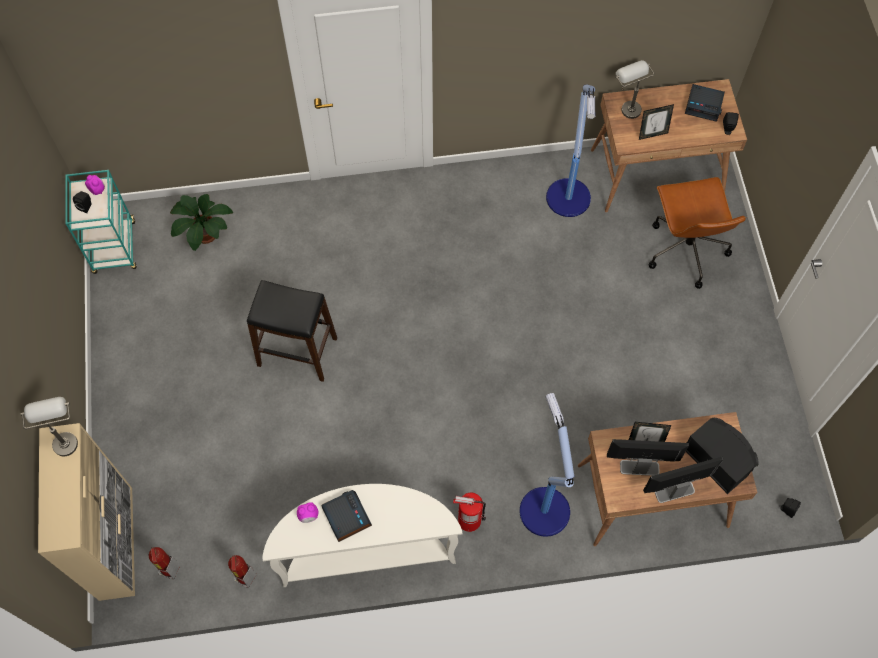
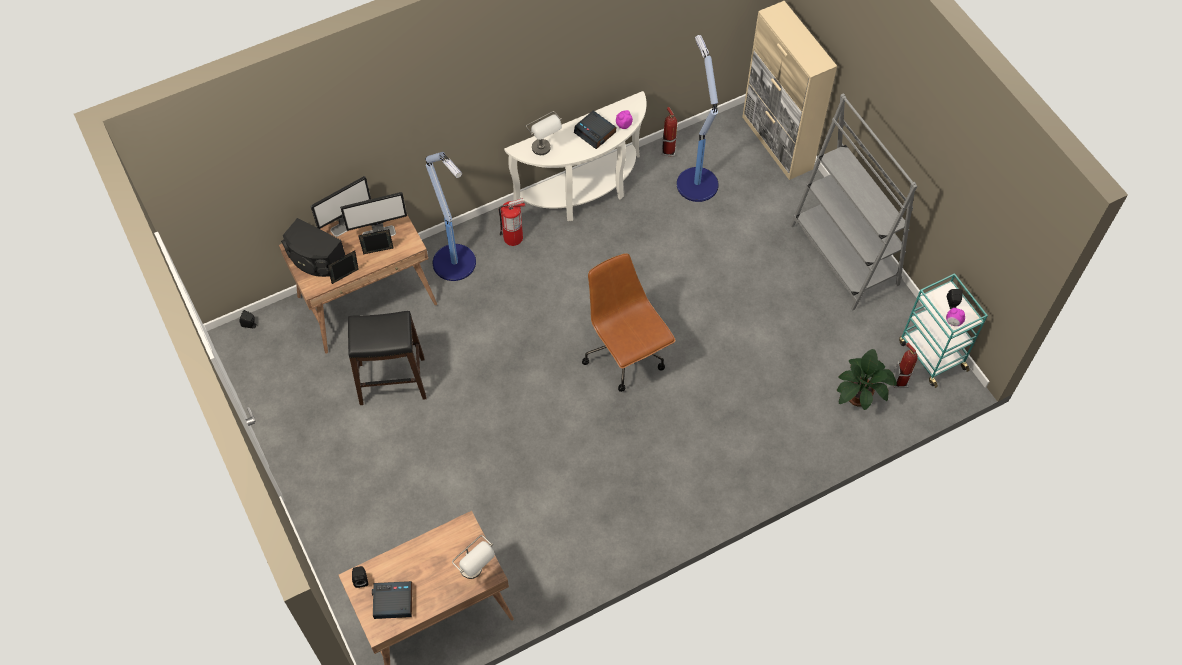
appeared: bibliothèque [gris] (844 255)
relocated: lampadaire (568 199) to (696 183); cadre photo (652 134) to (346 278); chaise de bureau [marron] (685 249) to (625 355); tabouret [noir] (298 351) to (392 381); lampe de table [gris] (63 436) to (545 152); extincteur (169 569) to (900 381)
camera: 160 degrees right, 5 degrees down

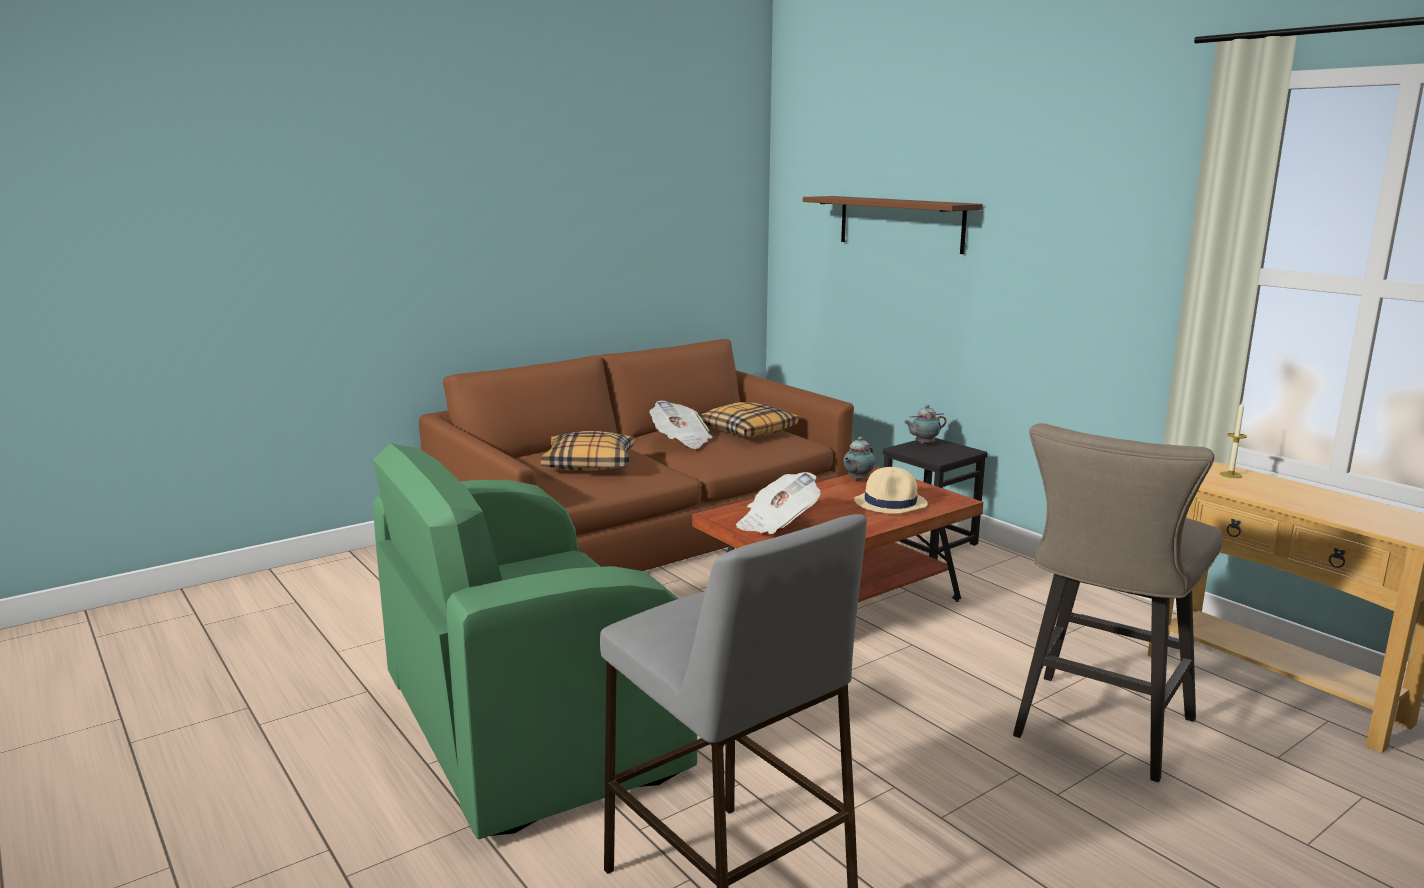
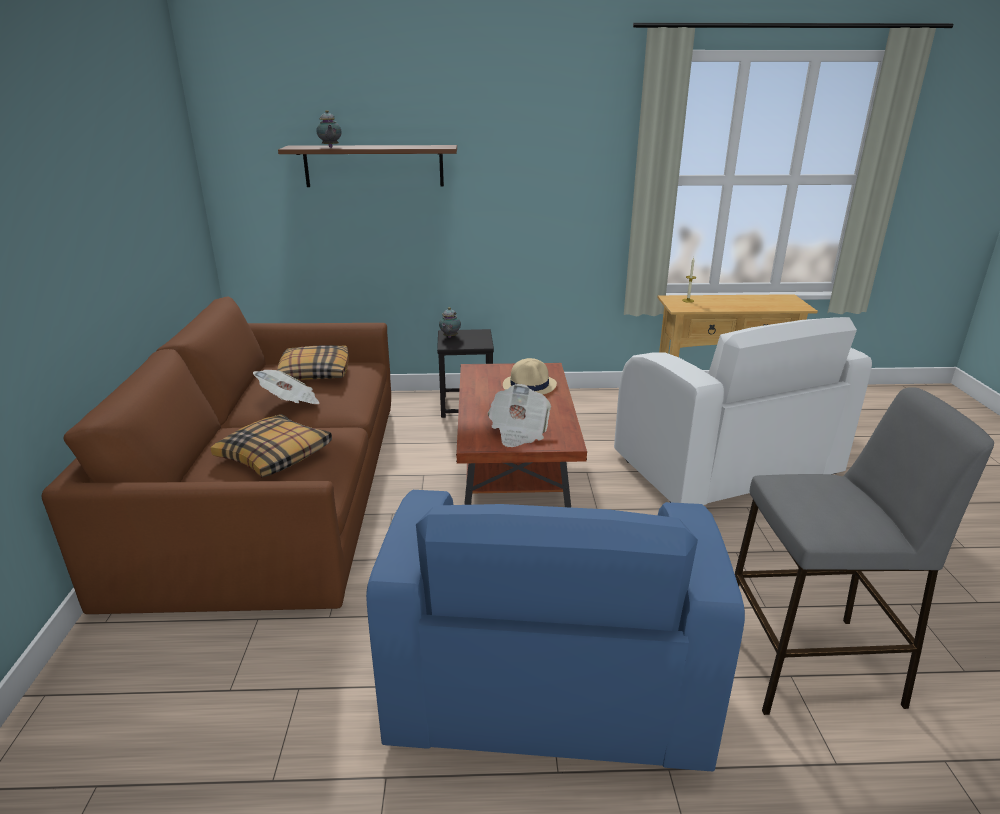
relocated: théière (857 480) to (330 147)
exchanged: tabouret [beige] (1097 732) to fauteuil [blanc] (724 467)
colour: fauteuil [vert] (526 726) to fauteuil [bleu] (545 685)
camera: 55 degrees left, 10 degrees up

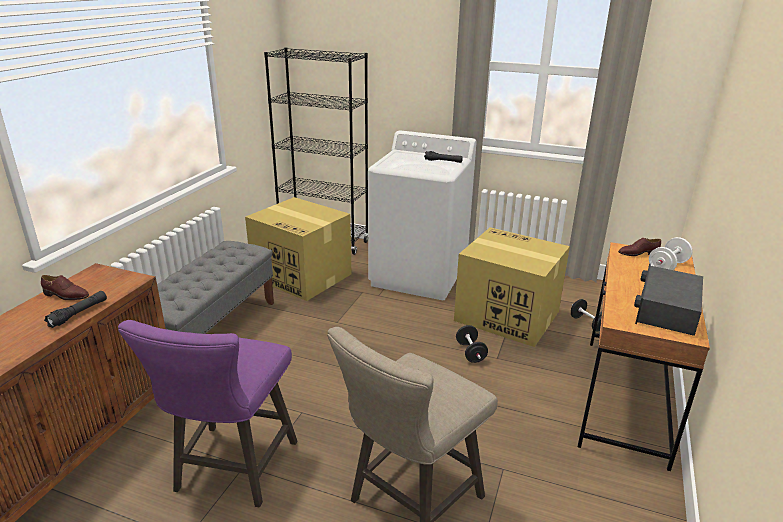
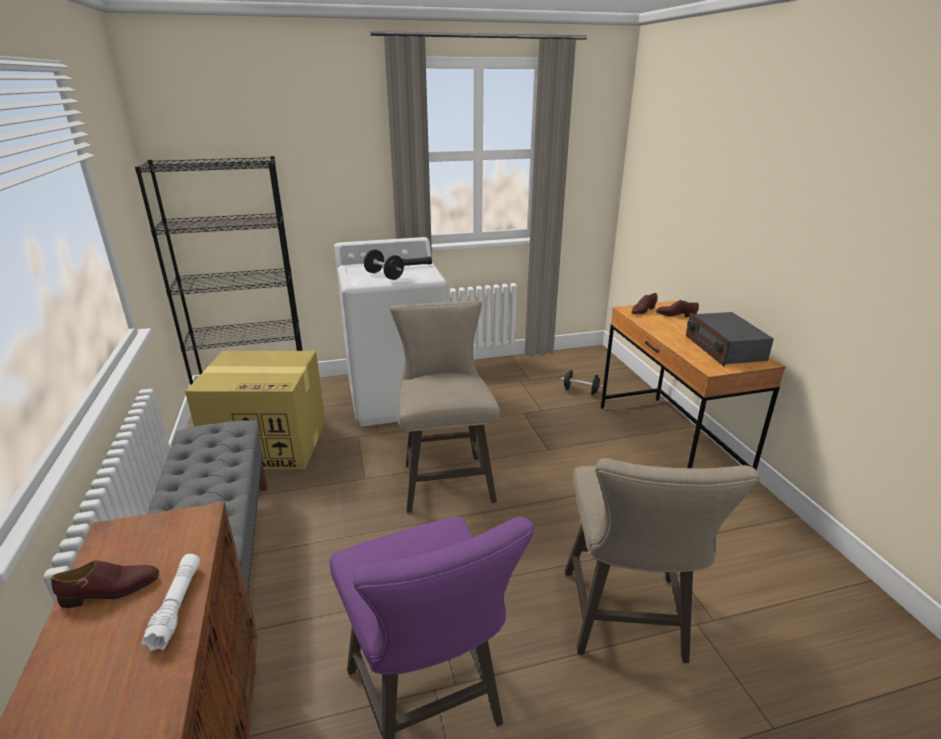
missing: carton (505 315)
appeared: tabouret [beige] (445 478)
relocated: haltère [noir] (470 353) to (384 276)
exchanged: haltère [blanc] (667 267) to chaussure [marron] (675 315)
colour: lampe de poche [noir] (78 314) to lampe de poche [blanc] (177 606)
camera: 35 degrees left, 0 degrees up

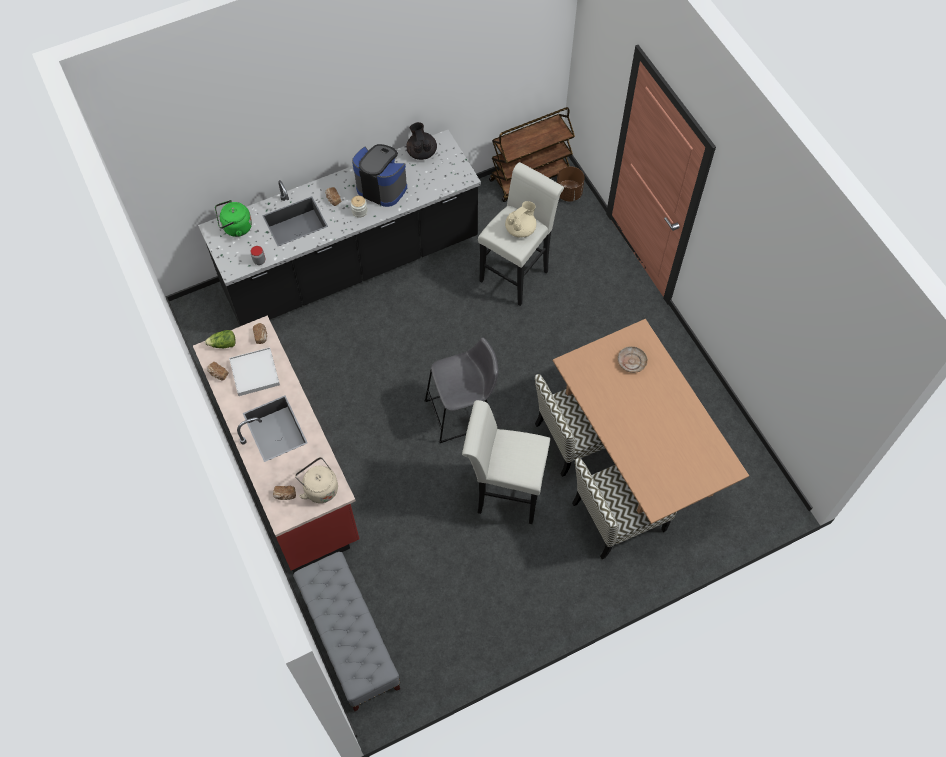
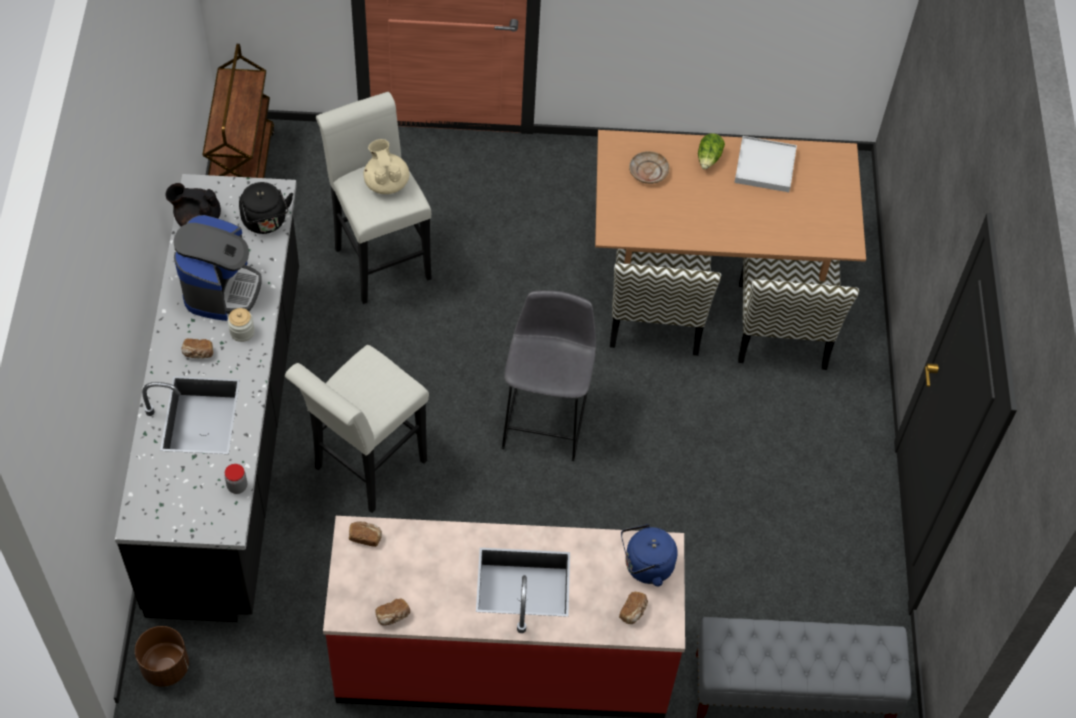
missing: bouilloire [vert] (235 228)
appeared: bouilloire [noir] (265 222)
relocated: cache-pot [marron] (569 193) to (165 666); laitue (223 344) to (709 158); plateau [blanc] (255 373) to (765 166); tabouret [blanc] (504 492) to (364 469)
colour: bouilloire [beige] (319 488) to bouilloire [bleu] (645 566)
spun: machine à café (382 187) = (221 289) 135 degrees clockwise
camera: 65 degrees left, 5 degrees down

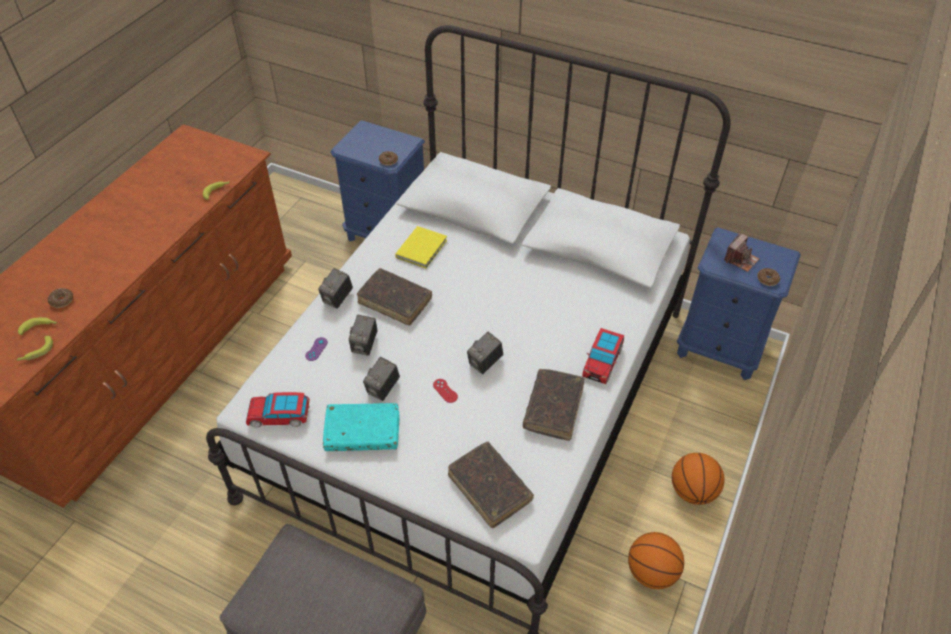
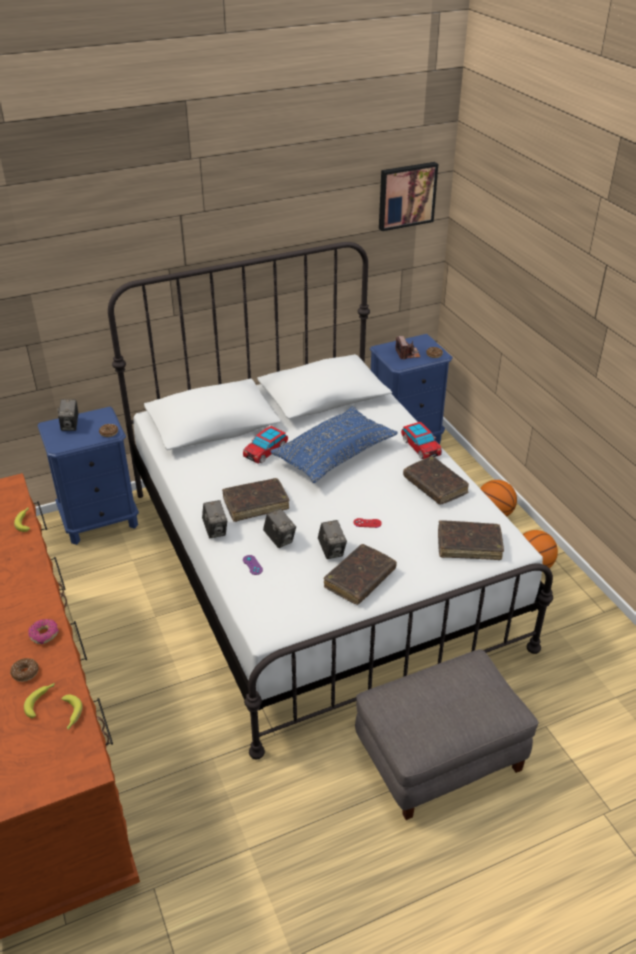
missing: livre [jaune] (423 248)
appeared: tableau (406 195); coussin [bleu] (334 455); beignet (44 634)
relocated: appareil photo (485 363) to (70 425); petite voiture (279 416) to (266 451)
colour: livre [turquoise] (362 432) to livre [marron] (359 579)
camera: 50 degrees left, 10 degrees down

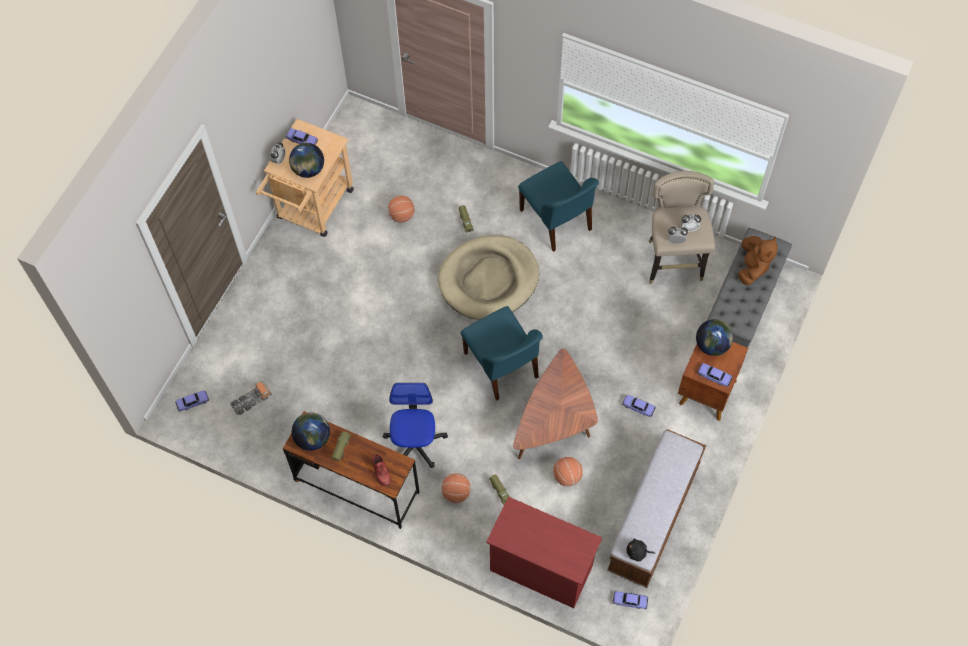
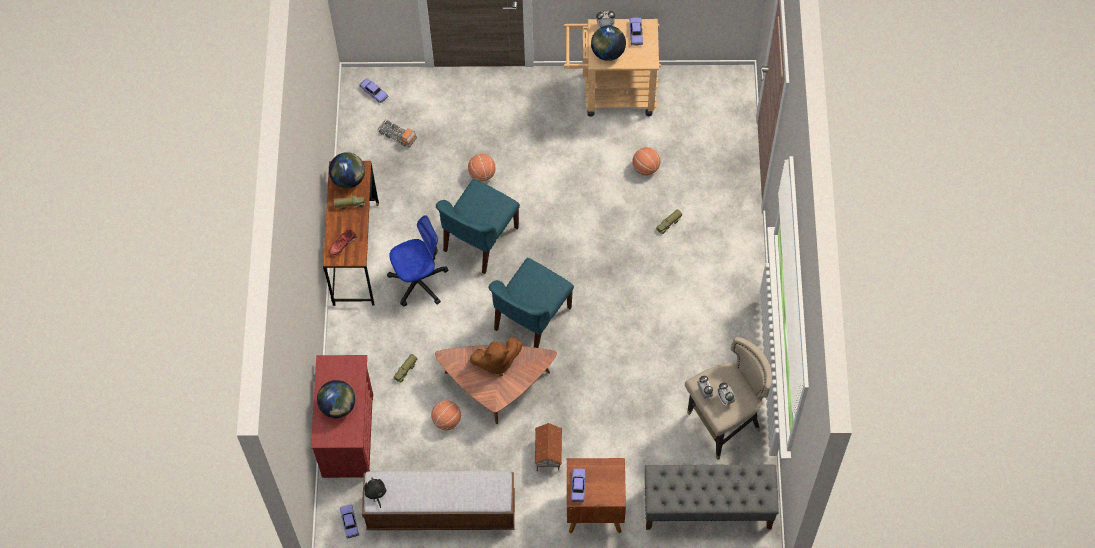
missing: panier pour chien [beige] (488 280)
relocated: chaise [bleu] (556 221) to (479 240); peluche [marron] (752 267) to (496 362); globe (712 345) to (338 406); ballon de basket (456 493) to (482 174)
exchanged: petite voiture (638 407) to maison miniature (547 454)
camera: 65 degrees right, 0 degrees up

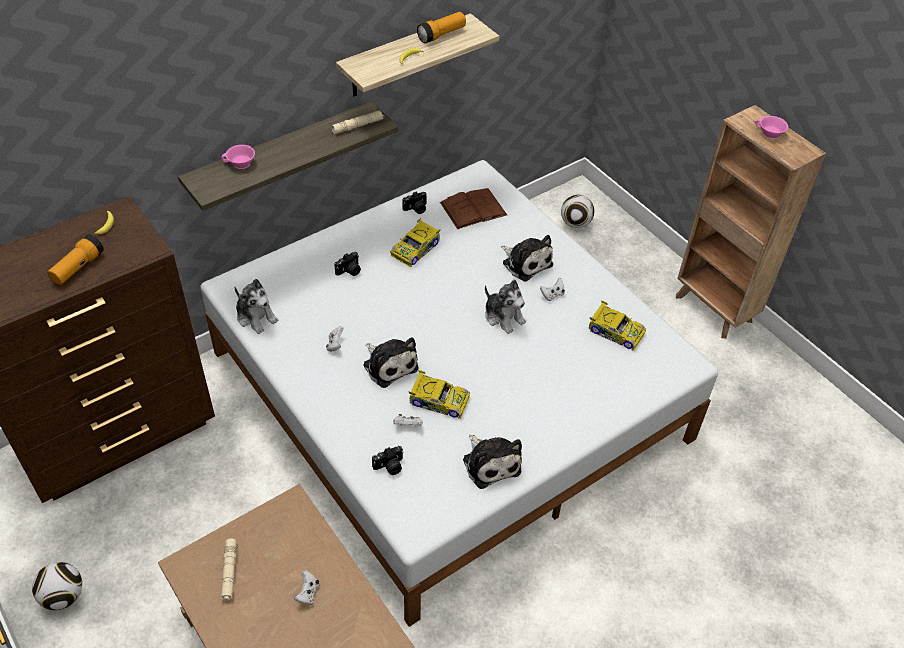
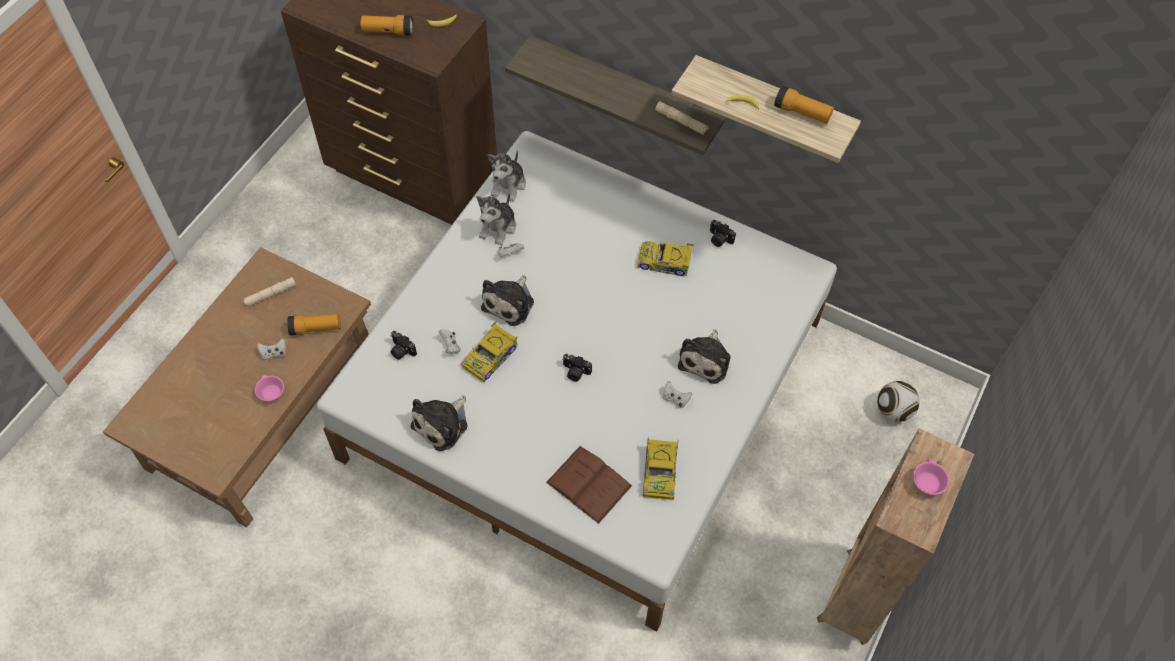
missing: ballon de foot (63 596)
appeared: lampe de poche (315 328)
relocated: tasse [rose] (240 164) to (270 393); livre [marron] (473 209) to (589 484); appareil photo (349 271) to (575 372); peluche (503 317) to (498 227)
spun: petite voiture (438 400) = (491 356) 45 degrees clockwise
camera: 65 degrees right, 10 degrees up

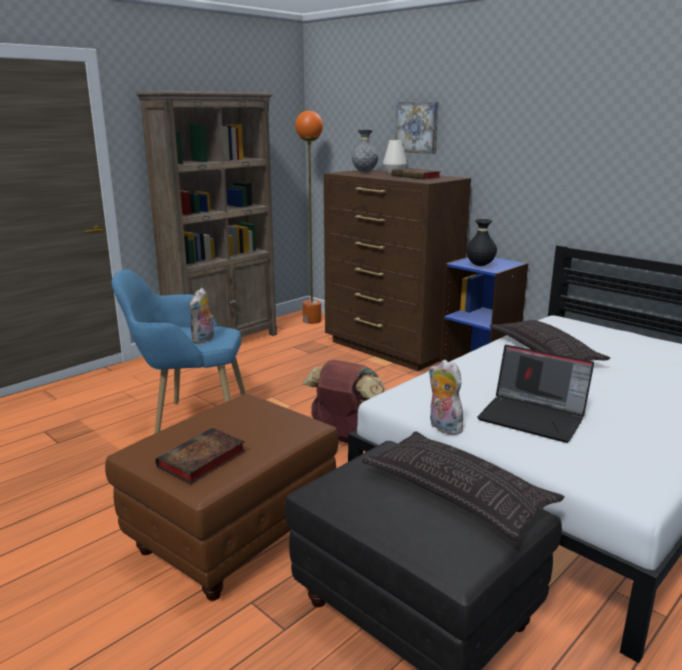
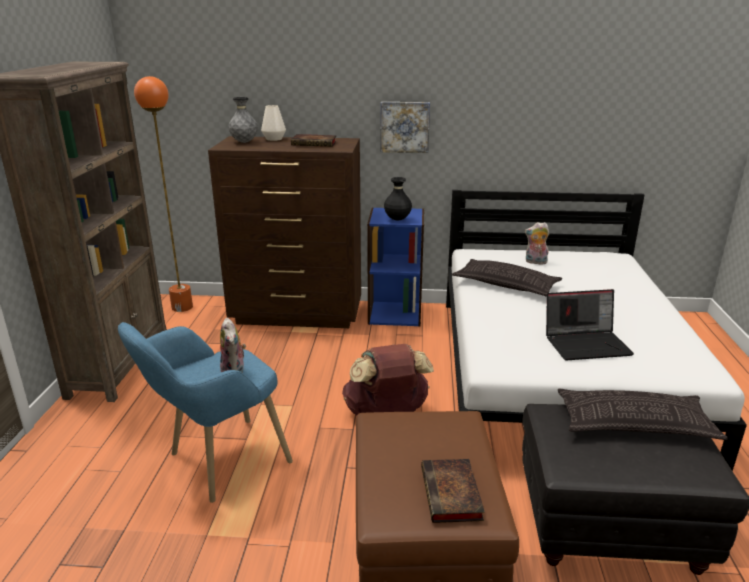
relocated: tableau (418 127) to (404 127); peluche (442 427) to (535 262)
camera: 40 degrees left, 5 degrees up

